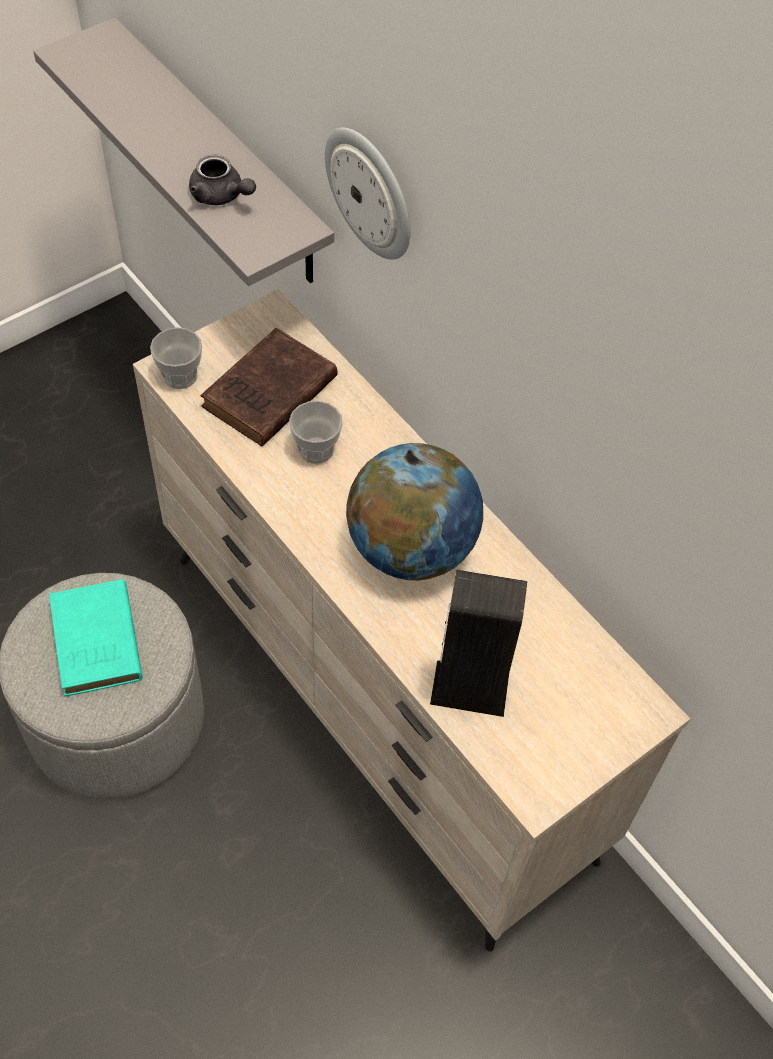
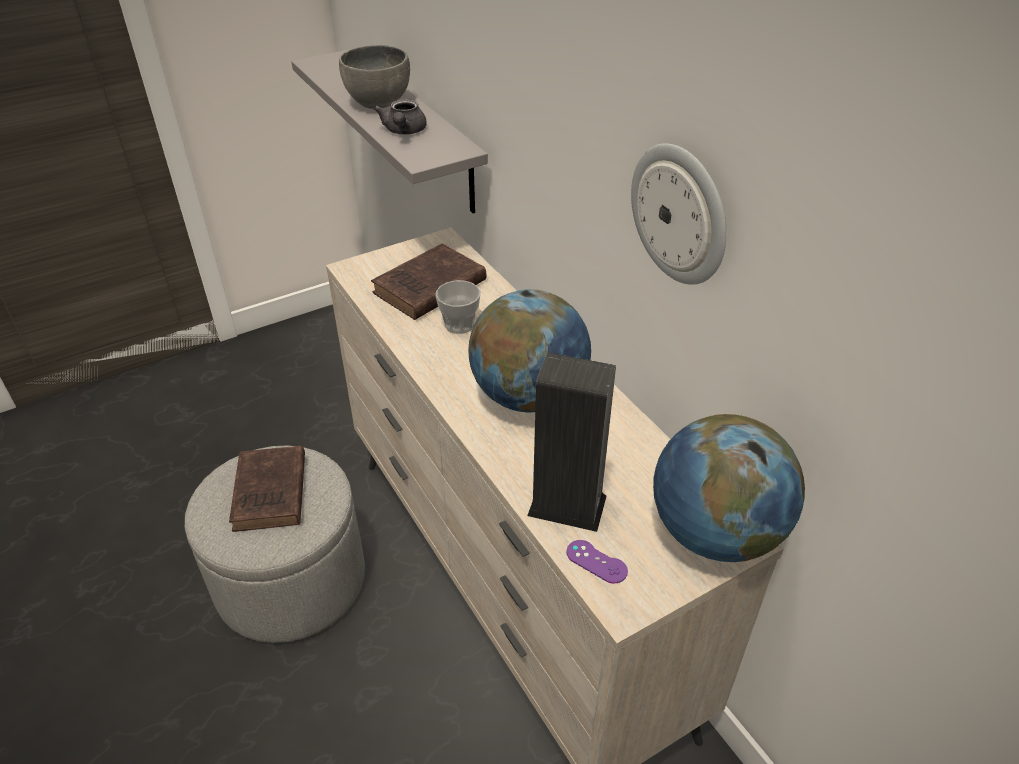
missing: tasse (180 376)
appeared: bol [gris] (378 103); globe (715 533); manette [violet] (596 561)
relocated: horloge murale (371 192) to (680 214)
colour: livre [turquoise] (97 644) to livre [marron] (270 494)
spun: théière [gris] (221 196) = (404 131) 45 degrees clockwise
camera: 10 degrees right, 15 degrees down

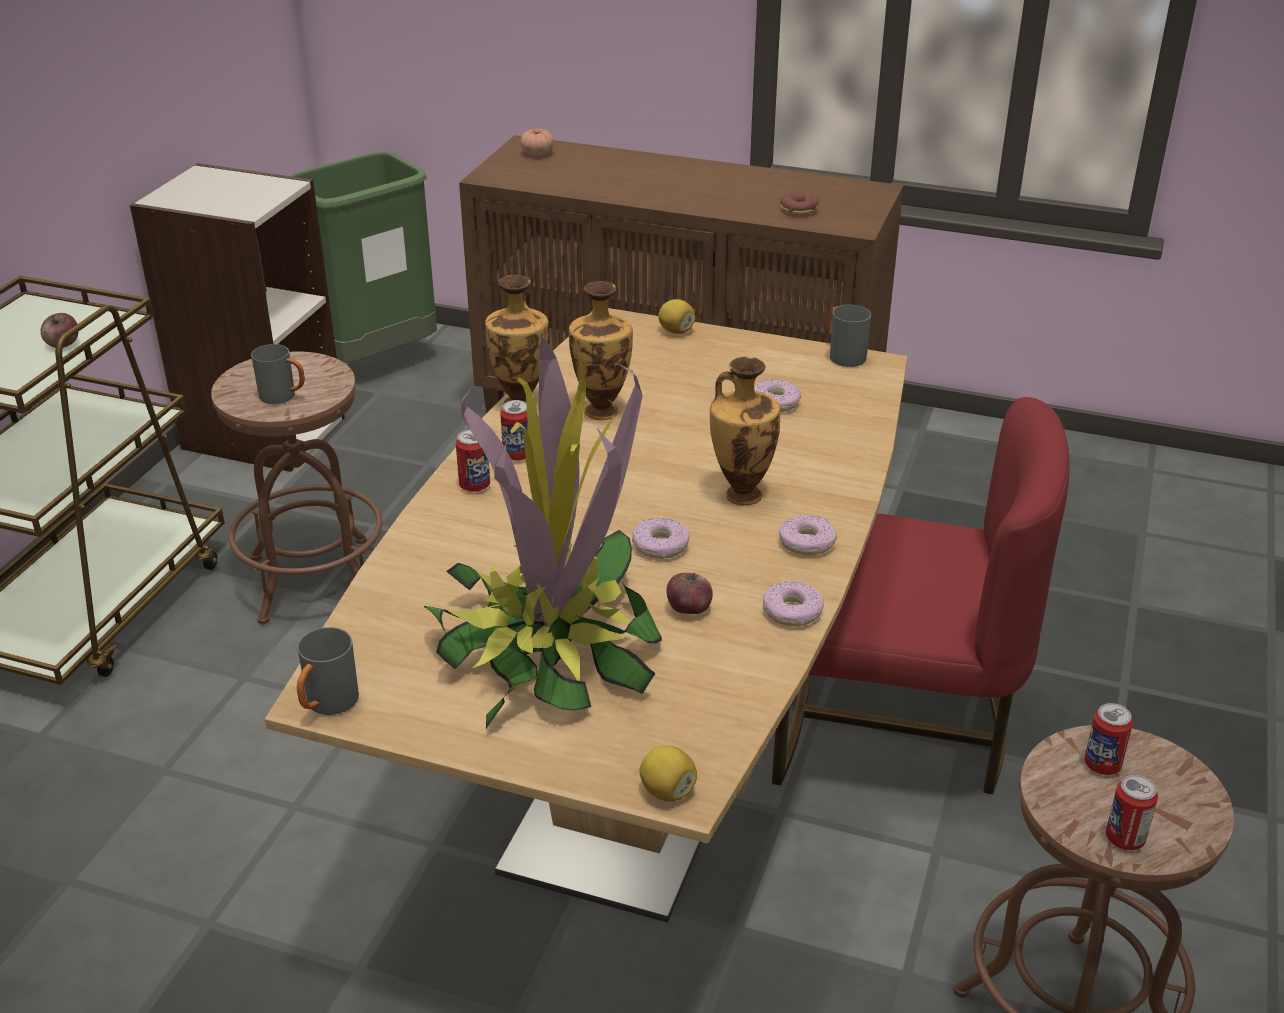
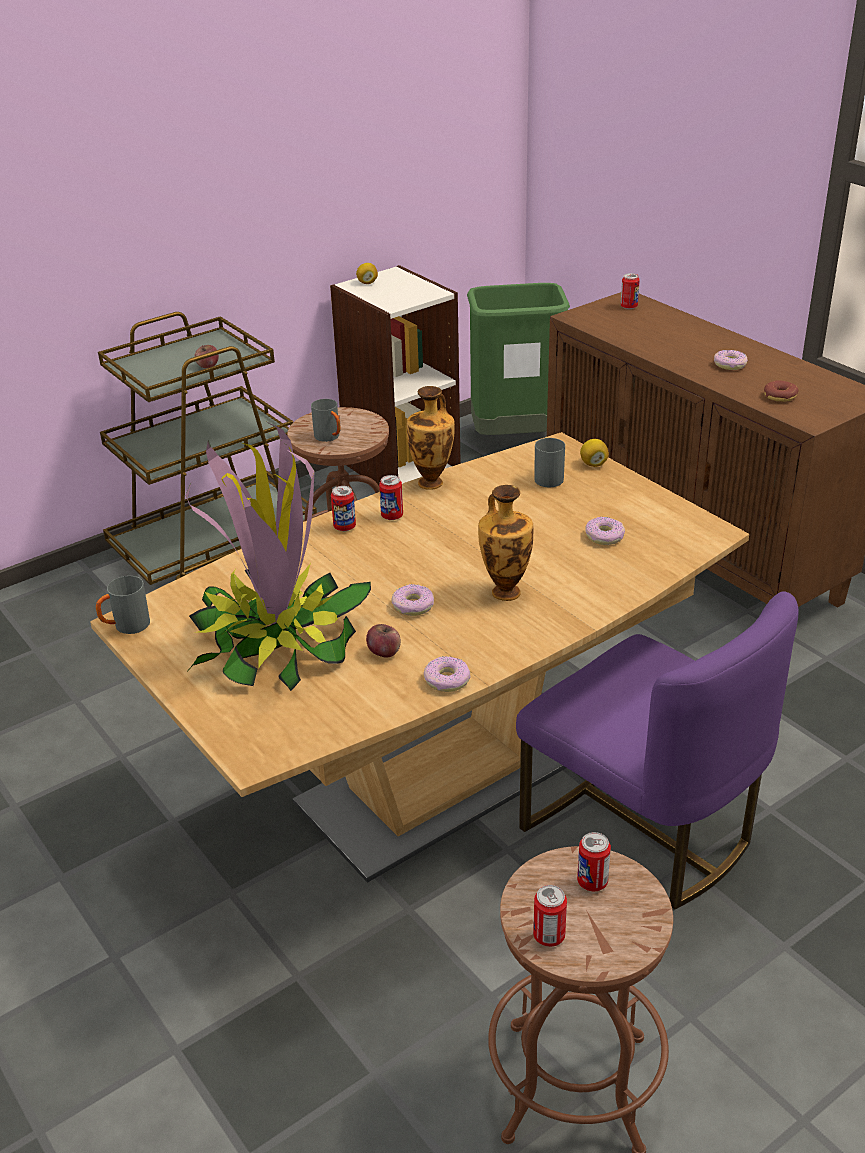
missing: vase (602 410)
relocated: mug [gris] (843 355) to (549 477); beignet (806 542) to (730 364); citron (667 791) to (367 283)
exchanged: tomate (537 153) to boîte métallique (629 307)
colour: chaise [rouge] (892 729) to chaise [violet] (643 830)
camera: 35 degrees right, 0 degrees up

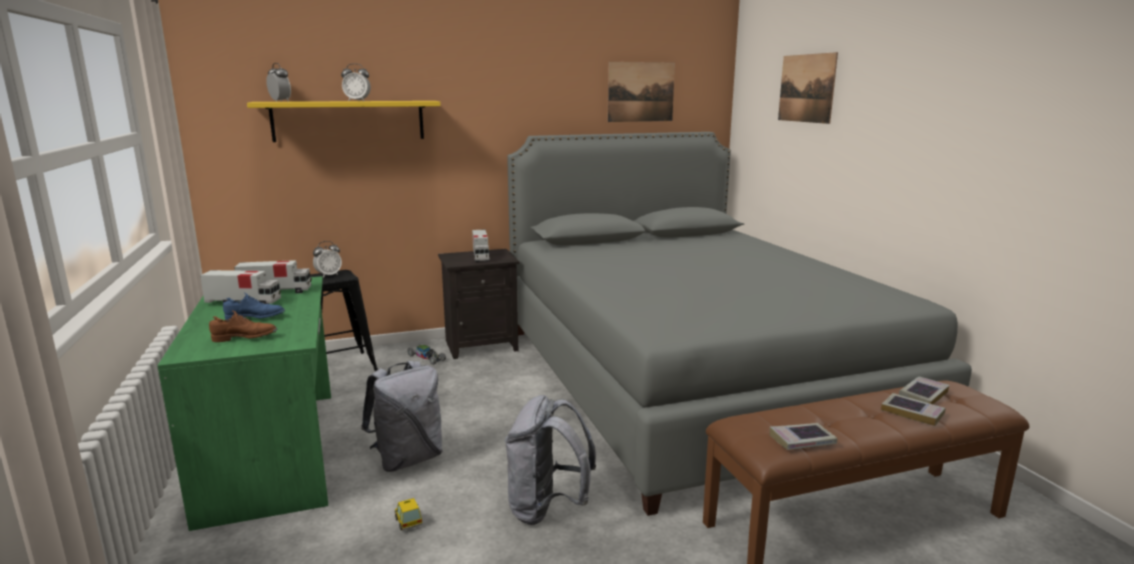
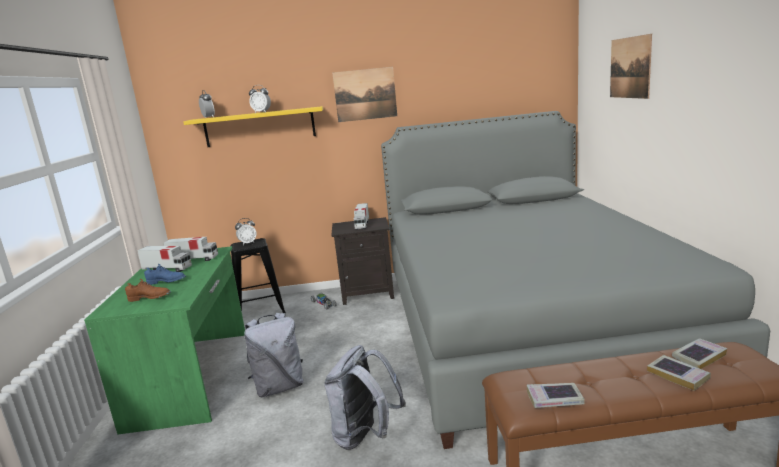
missing: petite voiture (408 521)
relocated: tableau (640 92) to (365 94)
camera: 15 degrees right, 0 degrees up

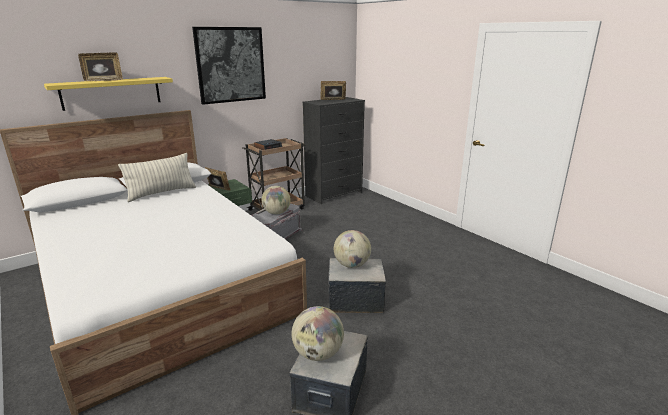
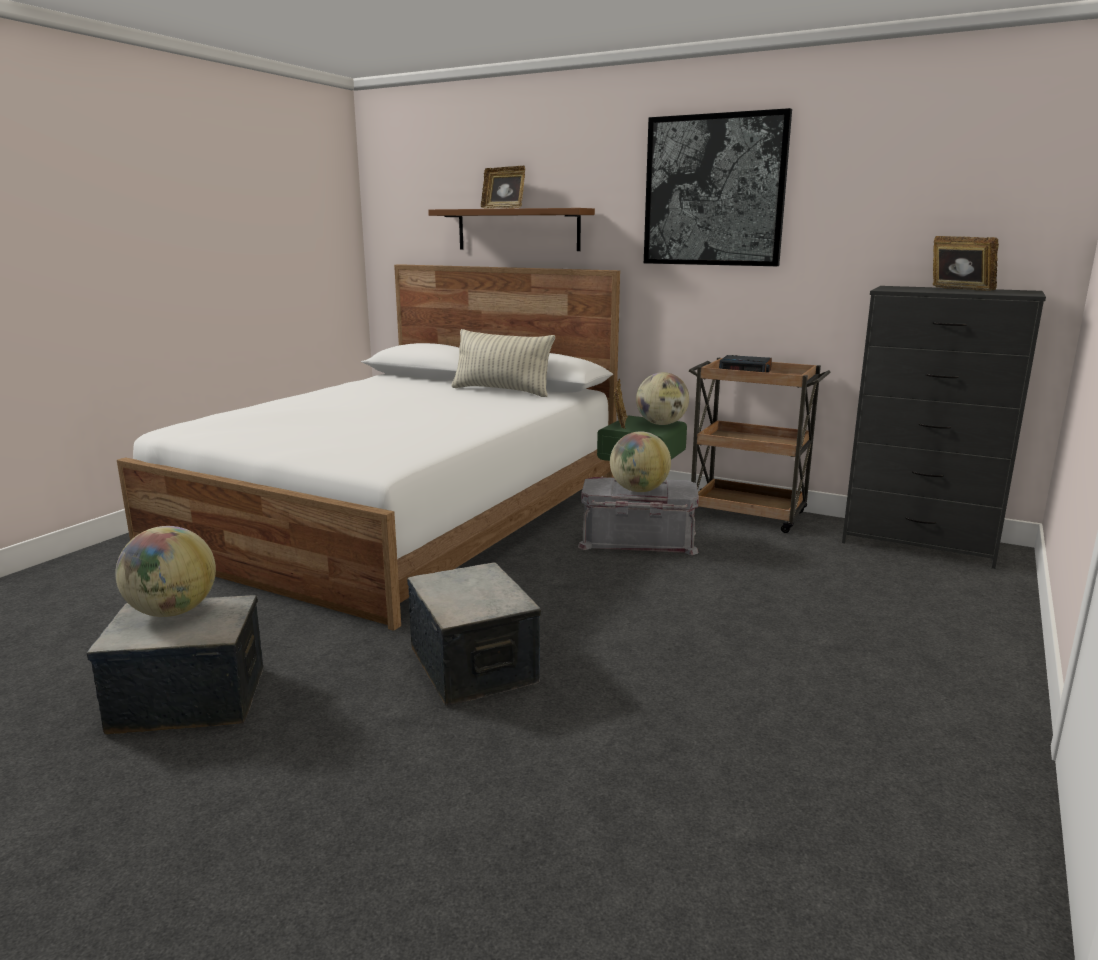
relocated: globe (352 265) to (661 424)
colour: étagère [jaune] (111 93) to étagère [marron] (518 229)
camera: 65 degrees right, 5 degrees down

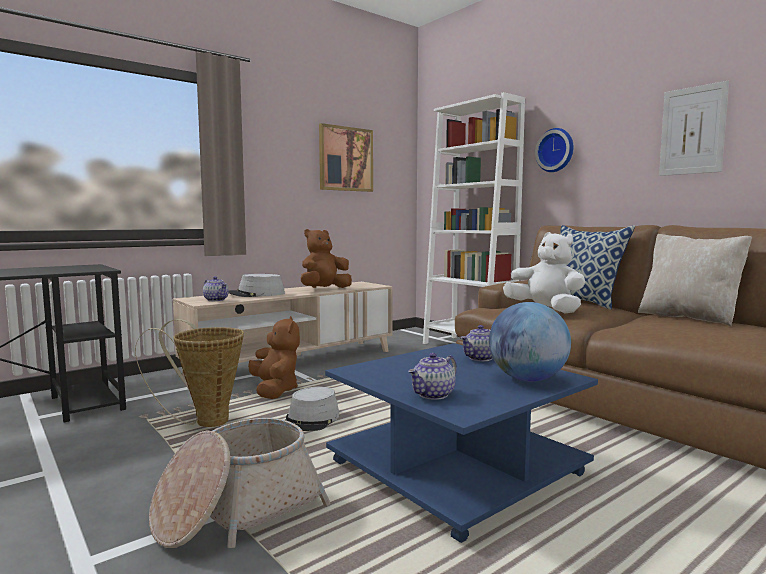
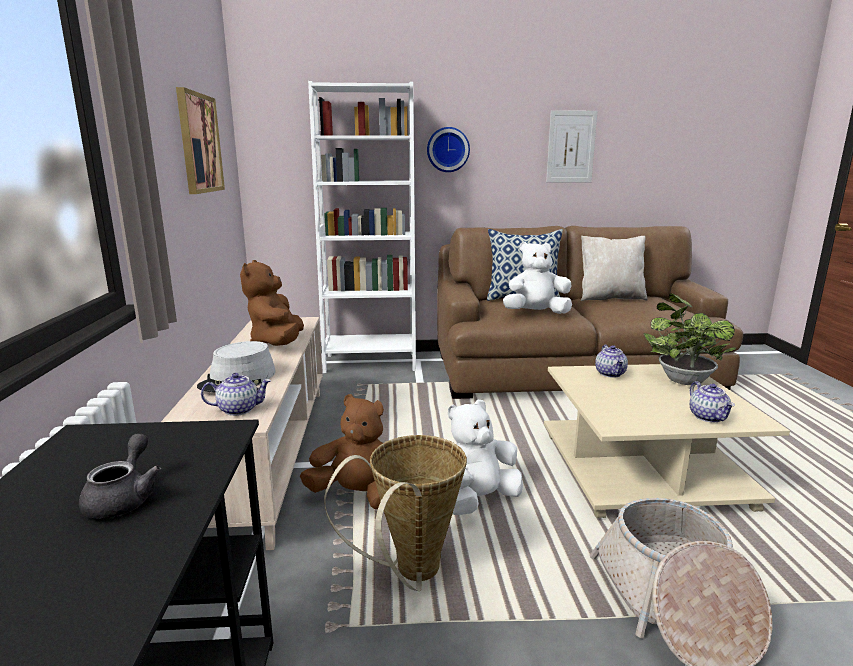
appeared: théière [gris] (125 498)
exchanged: globe (527 379) to plante en pot (681 379); chapeau [gris] (311 420) to peluche [blanc] (479 500)
colour: table basse [bleu] (459 468) to table basse [beige] (643 469)
camera: 55 degrees left, 10 degrees up

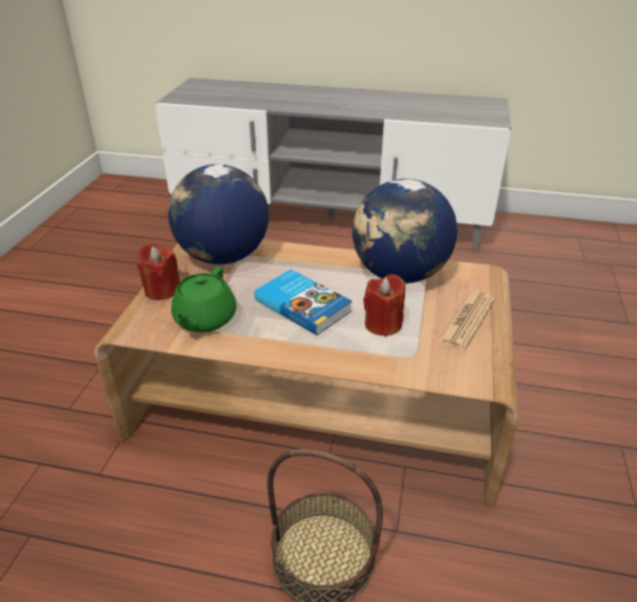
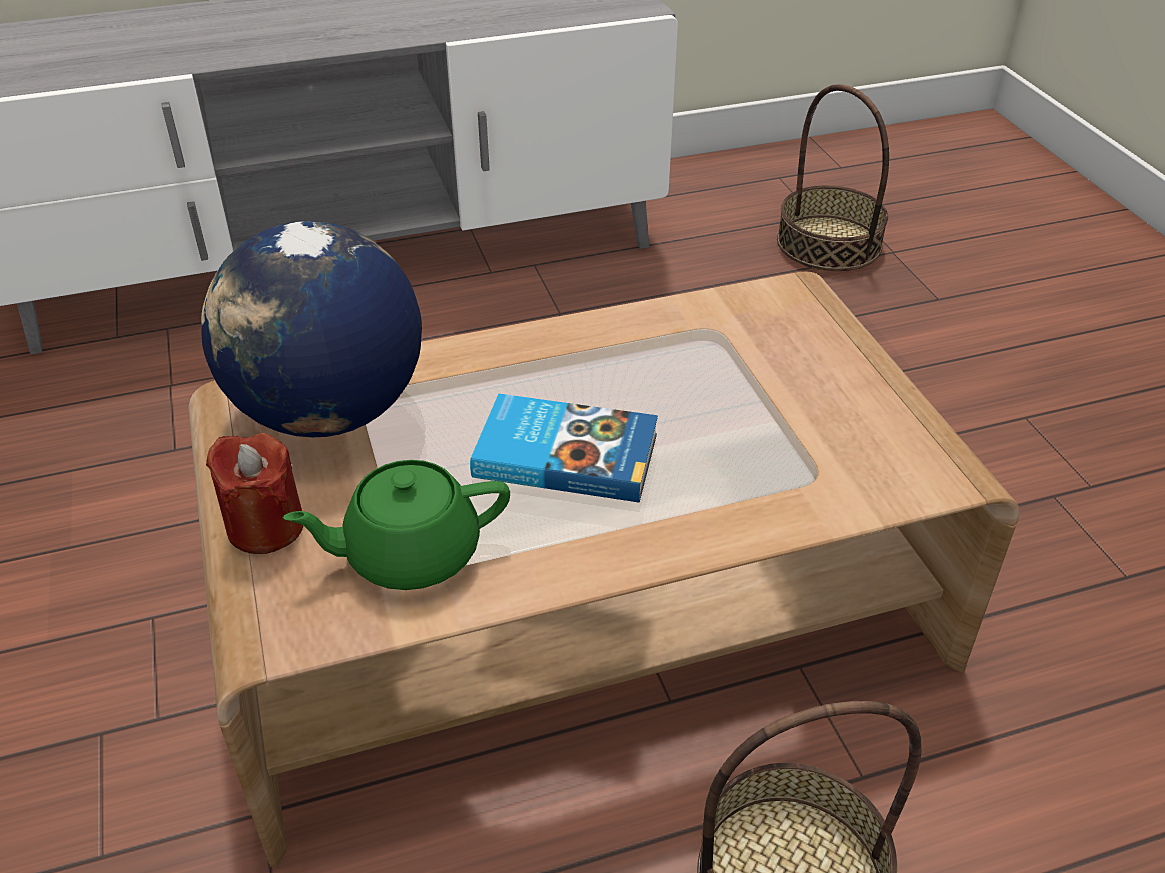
missing: globe (399 275); bougie [rouge] (383 324); journal (467 320)
appeared: panier (829 243)
spun: théière [vert] (204 319) = (410 554) 90 degrees clockwise
camera: 30 degrees left, 5 degrees up

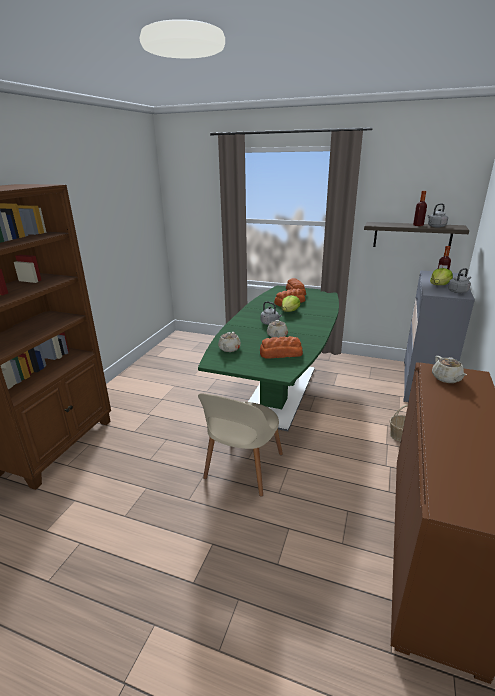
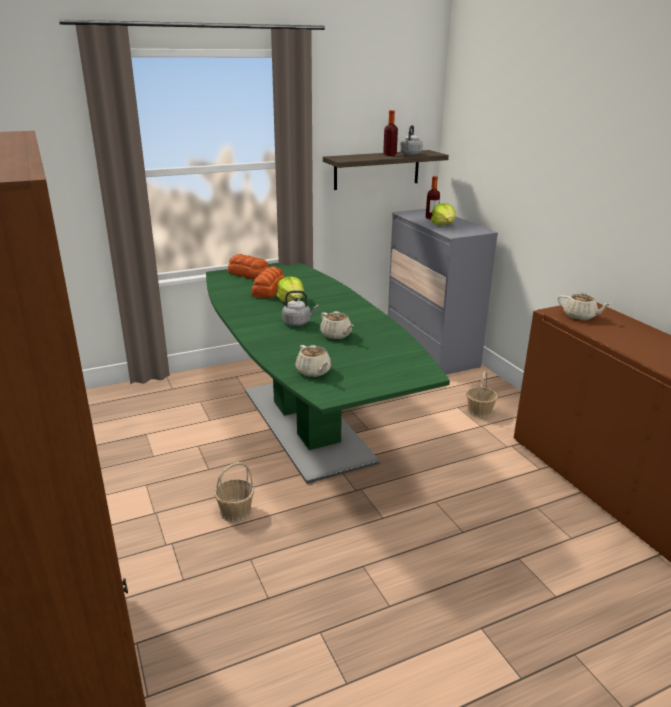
missing: bouilloire [gris] (458 291); pain (280 353); chaise [beige] (242 468)
appeared: panier (235 511)
camera: 45 degrees left, 0 degrees up

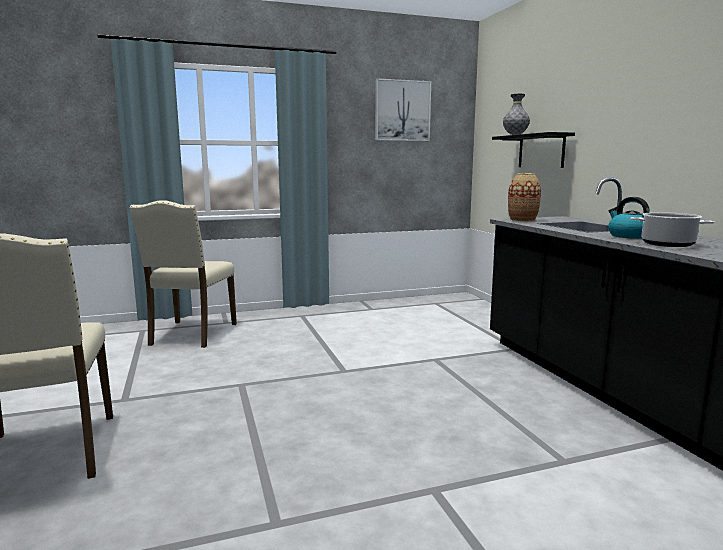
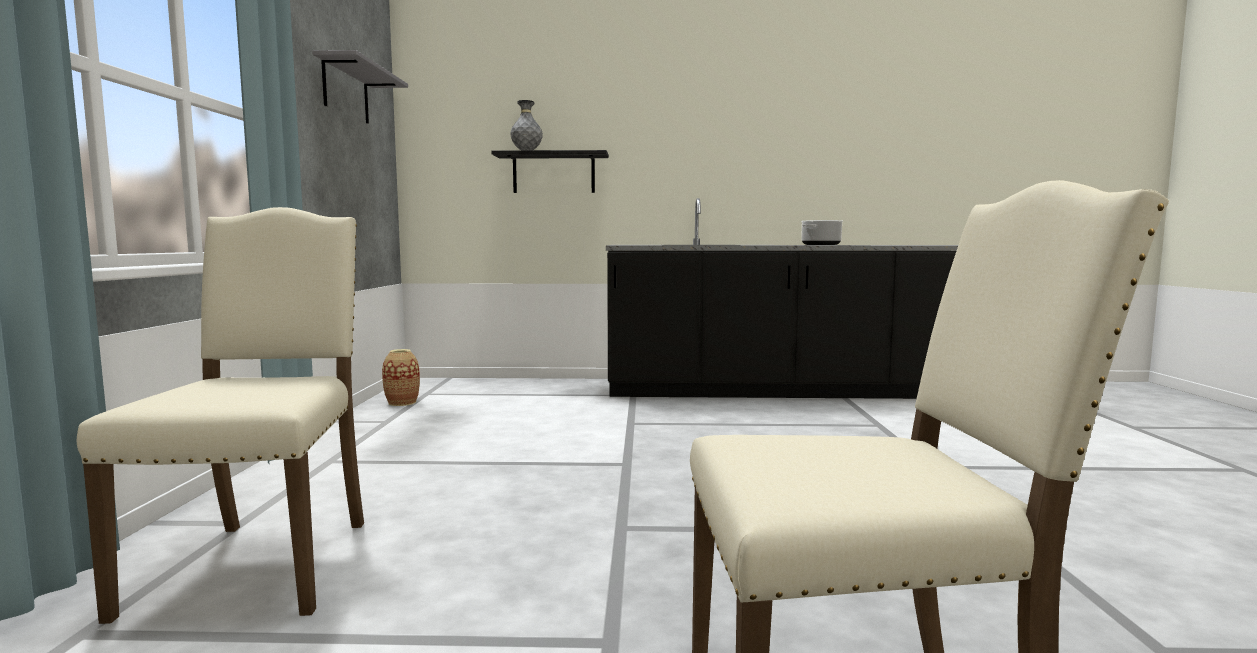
missing: bouilloire (628 236)
relocated: vase (522 220) to (402 402)
exchanged: tableau (402 111) to étagère [gris] (346 92)
spun: chaise [beige] (191 334) = (261 563) 120 degrees counterclockwise
camera: 70 degrees left, 5 degrees down

